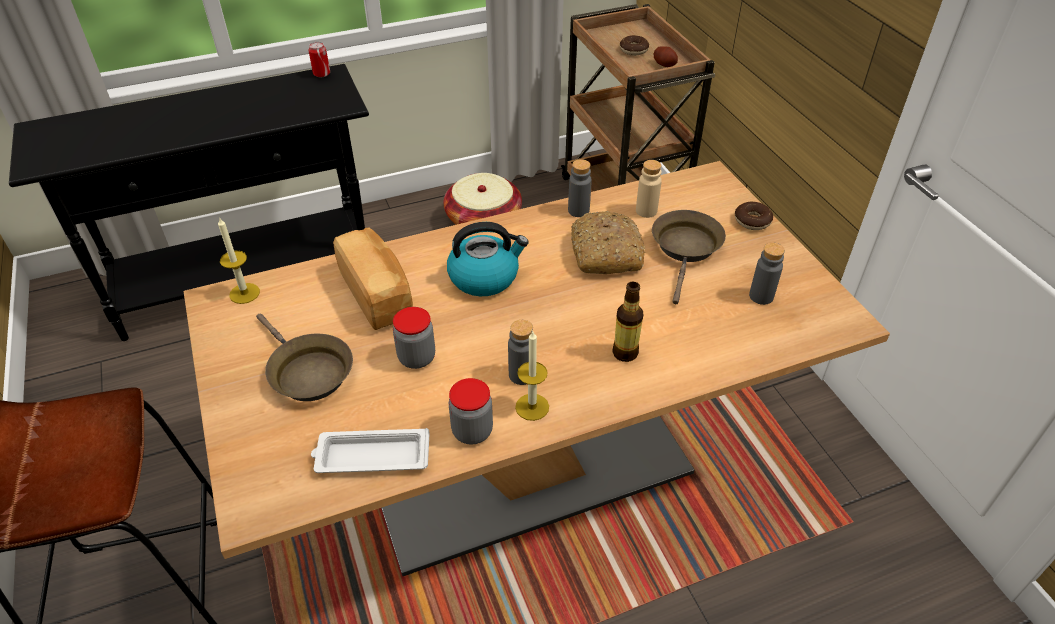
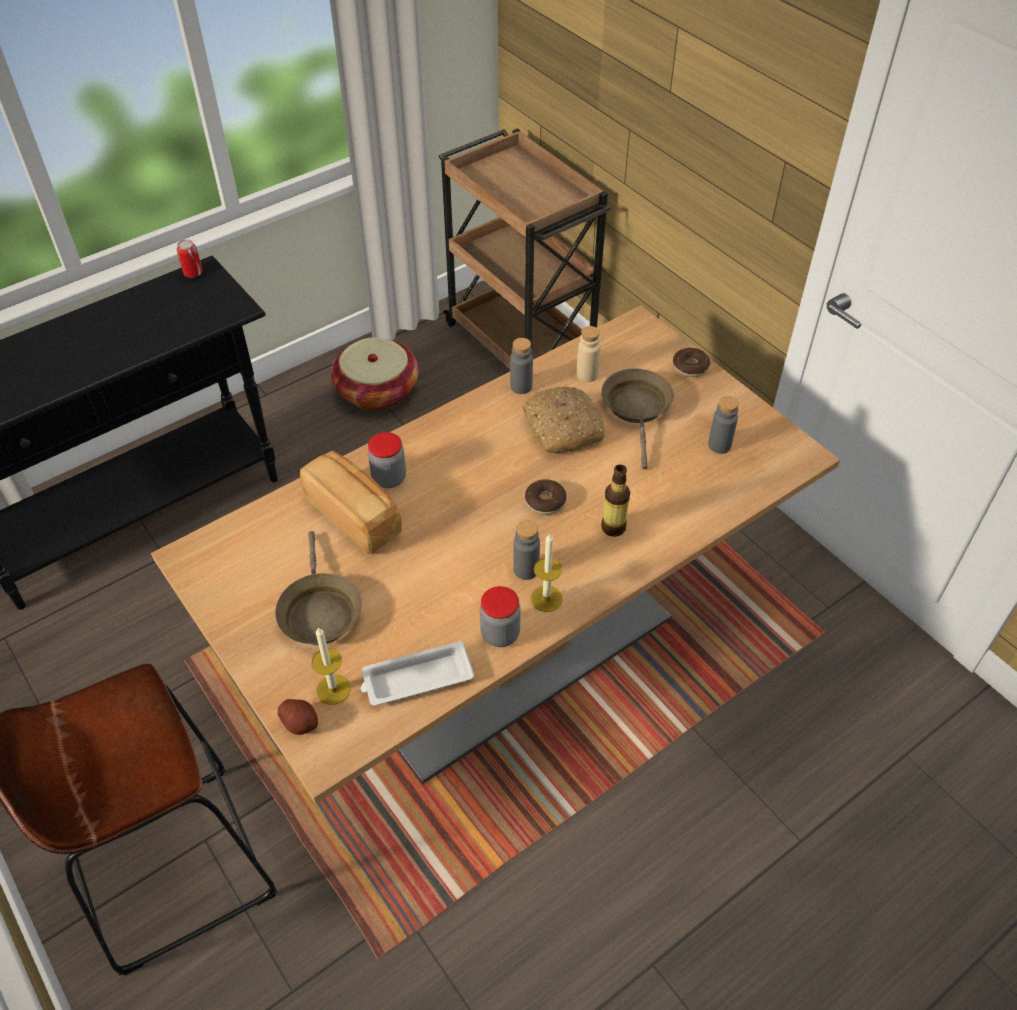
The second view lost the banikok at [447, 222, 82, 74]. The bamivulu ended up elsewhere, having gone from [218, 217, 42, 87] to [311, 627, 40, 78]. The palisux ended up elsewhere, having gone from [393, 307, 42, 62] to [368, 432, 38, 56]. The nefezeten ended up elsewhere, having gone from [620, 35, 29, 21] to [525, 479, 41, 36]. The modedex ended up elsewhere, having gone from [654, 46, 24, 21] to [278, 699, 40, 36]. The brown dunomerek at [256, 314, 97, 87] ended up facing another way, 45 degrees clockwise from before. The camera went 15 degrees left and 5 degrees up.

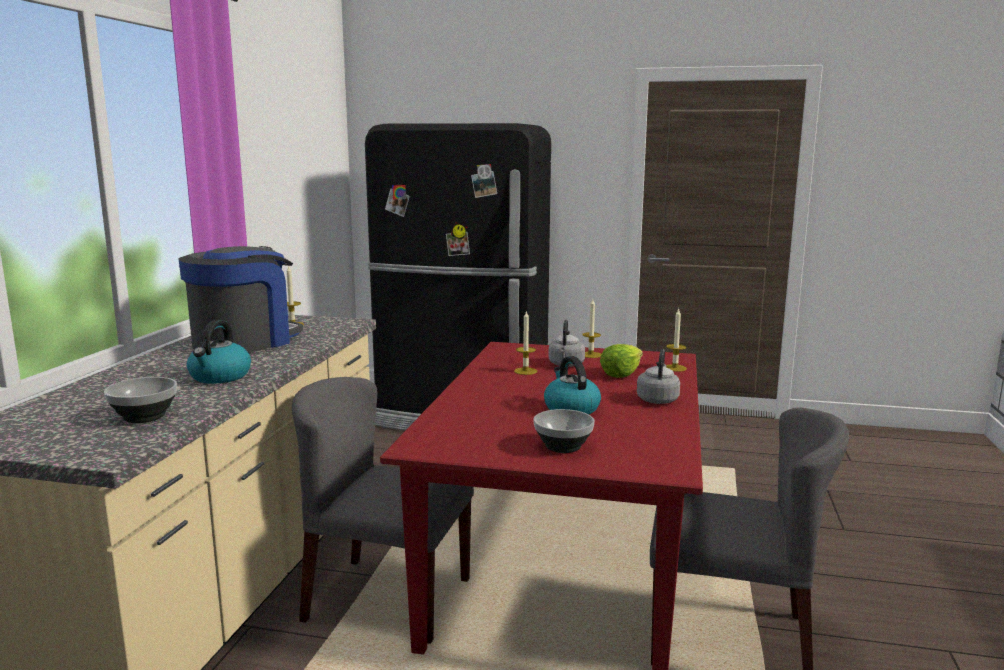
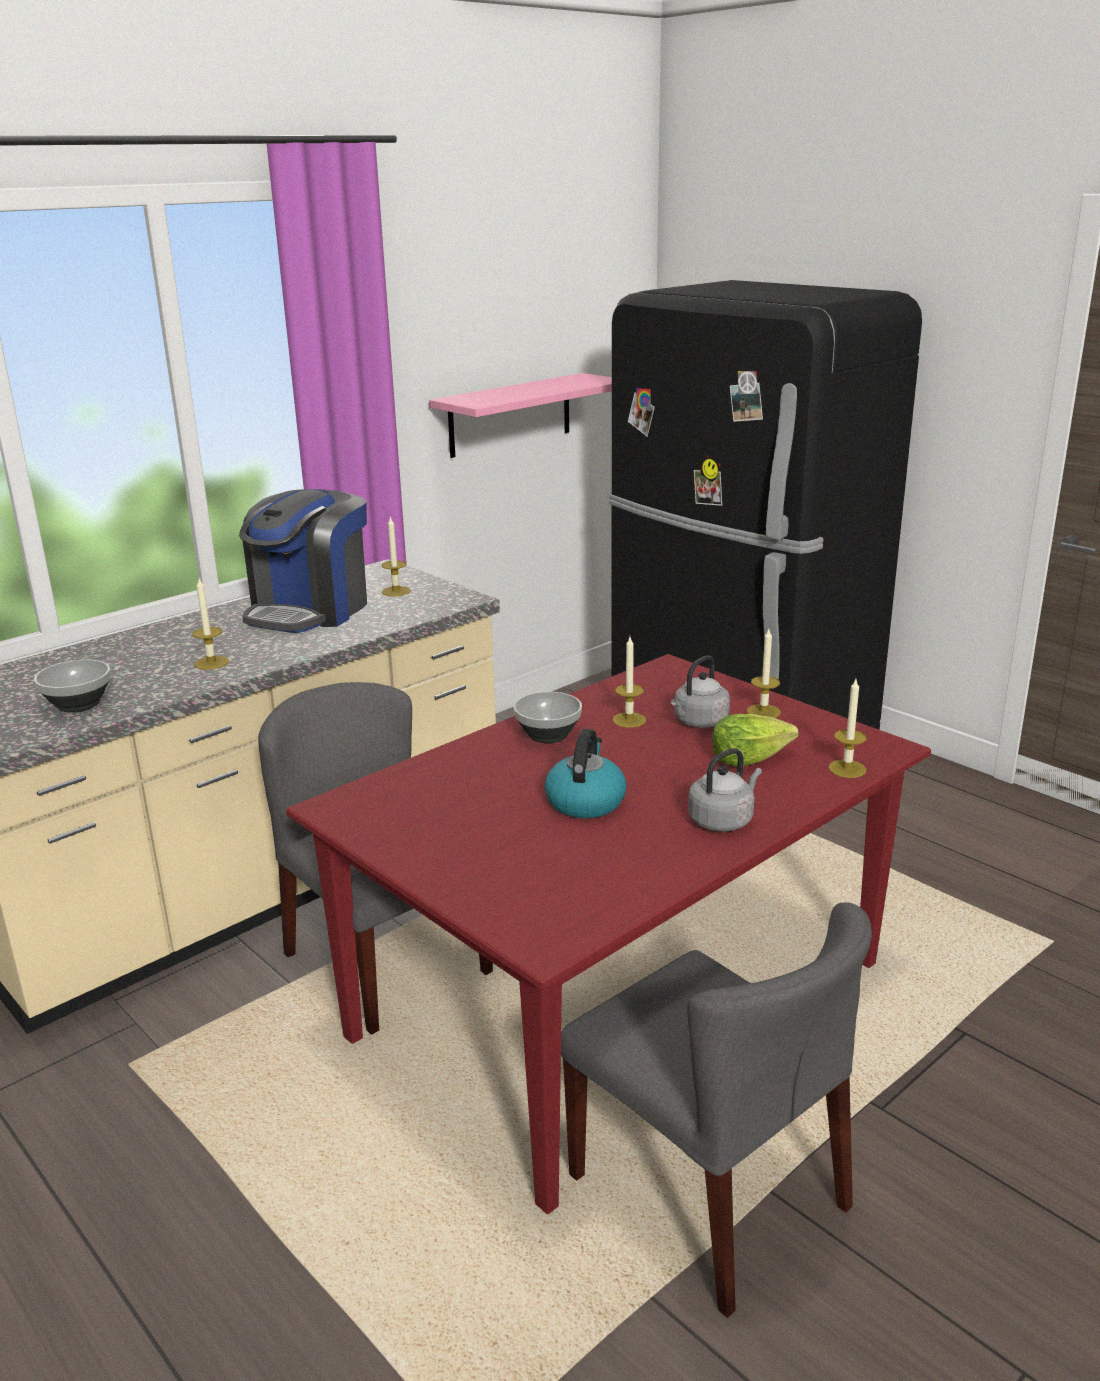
The second view gained the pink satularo at [429, 373, 183, 85]. The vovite ended up elsewhere, having gone from [533, 409, 62, 44] to [514, 692, 68, 51]. Where the banikok stood at [187, 320, 64, 64], the bamivulu came to stand at [192, 579, 37, 91]. The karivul at [178, 246, 125, 107] ended up facing another way, 135 degrees clockwise from before. The camera went 35 degrees right and 10 degrees up.

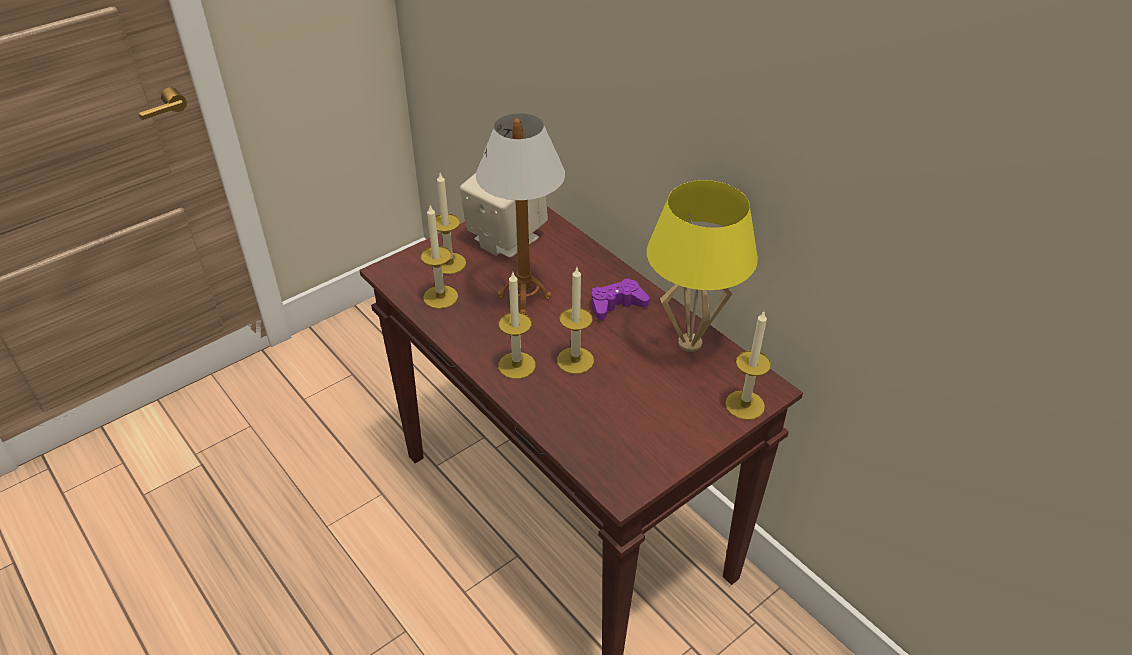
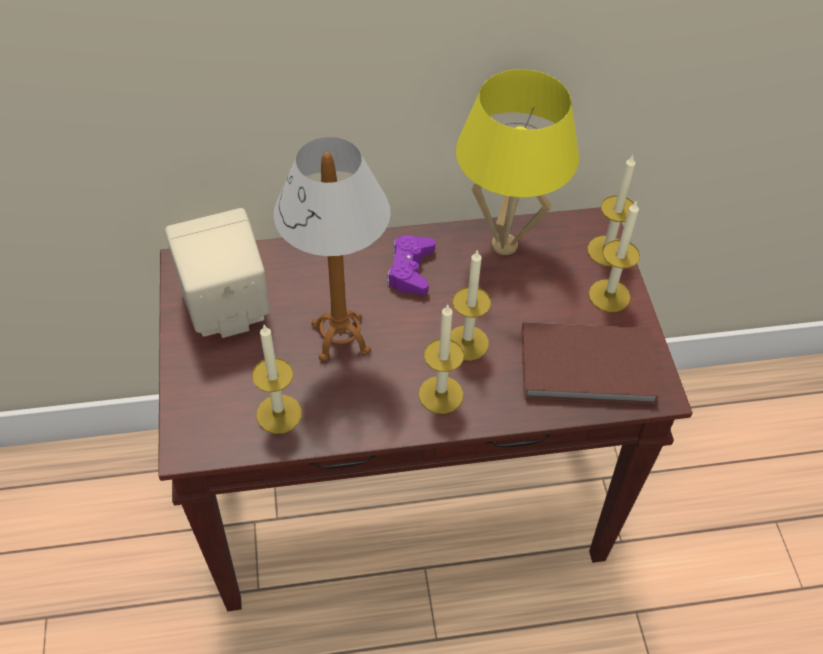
The second view gained the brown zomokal at [522, 322, 137, 83]. The bamivulu ended up elsewhere, having gone from [435, 173, 31, 101] to [589, 200, 51, 112]. The camera went 60 degrees left and 10 degrees up.

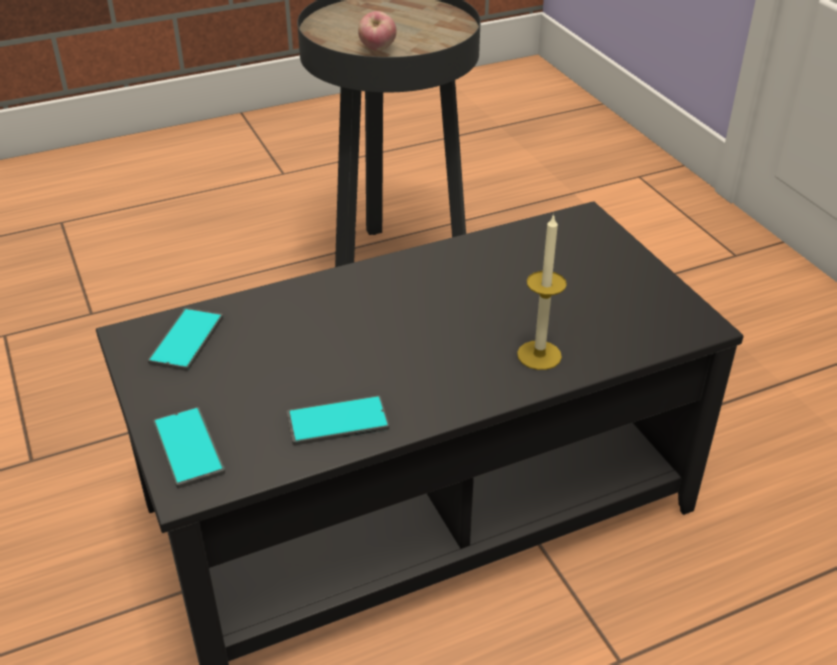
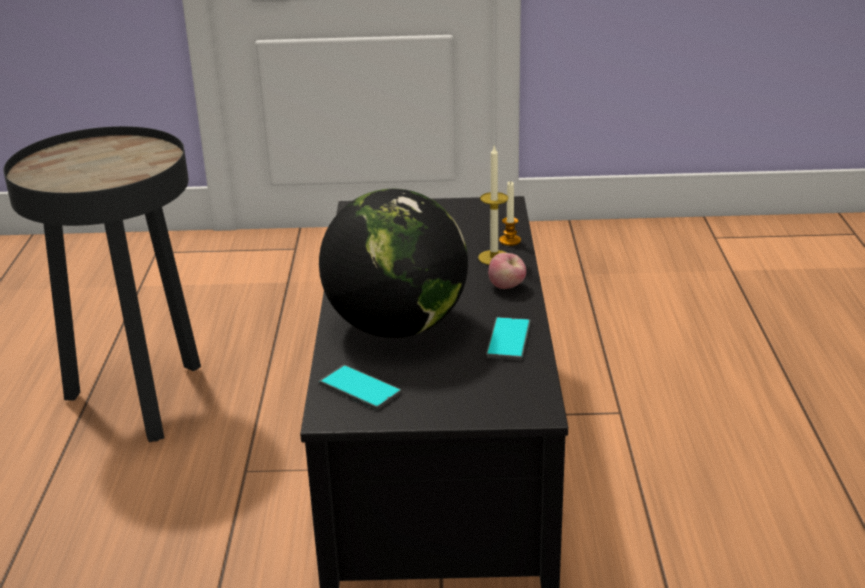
The second view lost the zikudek at [153, 407, 72, 81]. The second view gained the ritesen at [319, 189, 149, 149]. The second view gained the bamivulu at [499, 181, 22, 65]. The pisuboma ended up elsewhere, having gone from [358, 11, 38, 40] to [488, 253, 38, 36]. The camera went 65 degrees left and 10 degrees down.

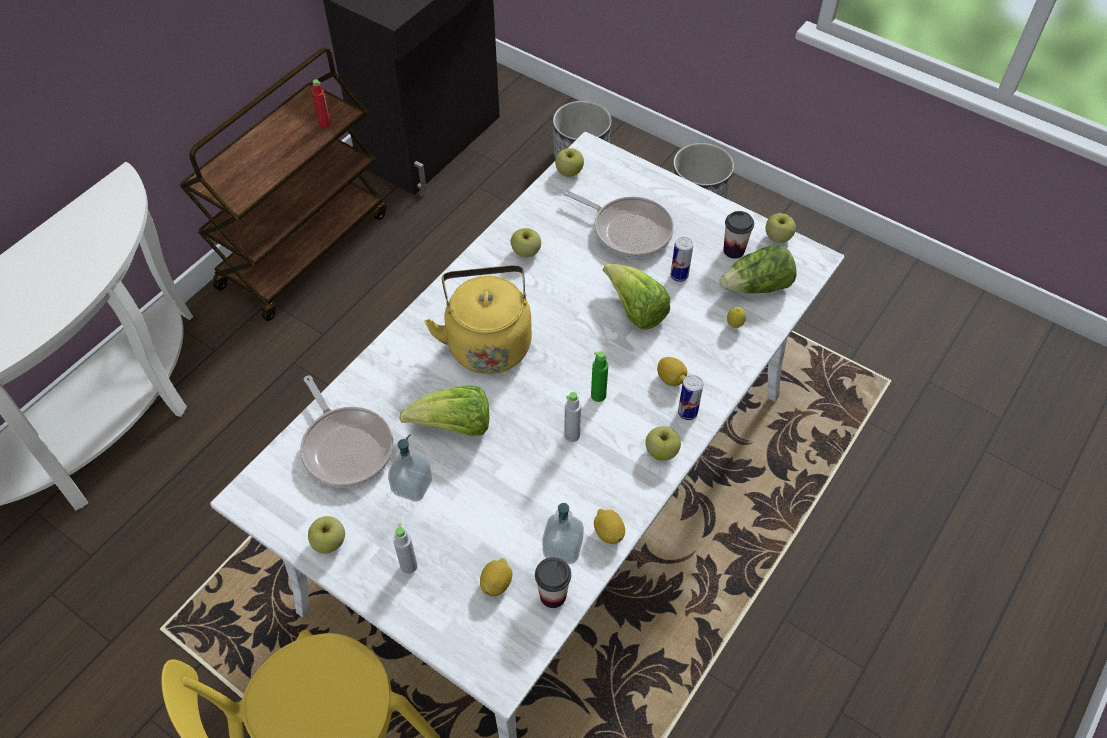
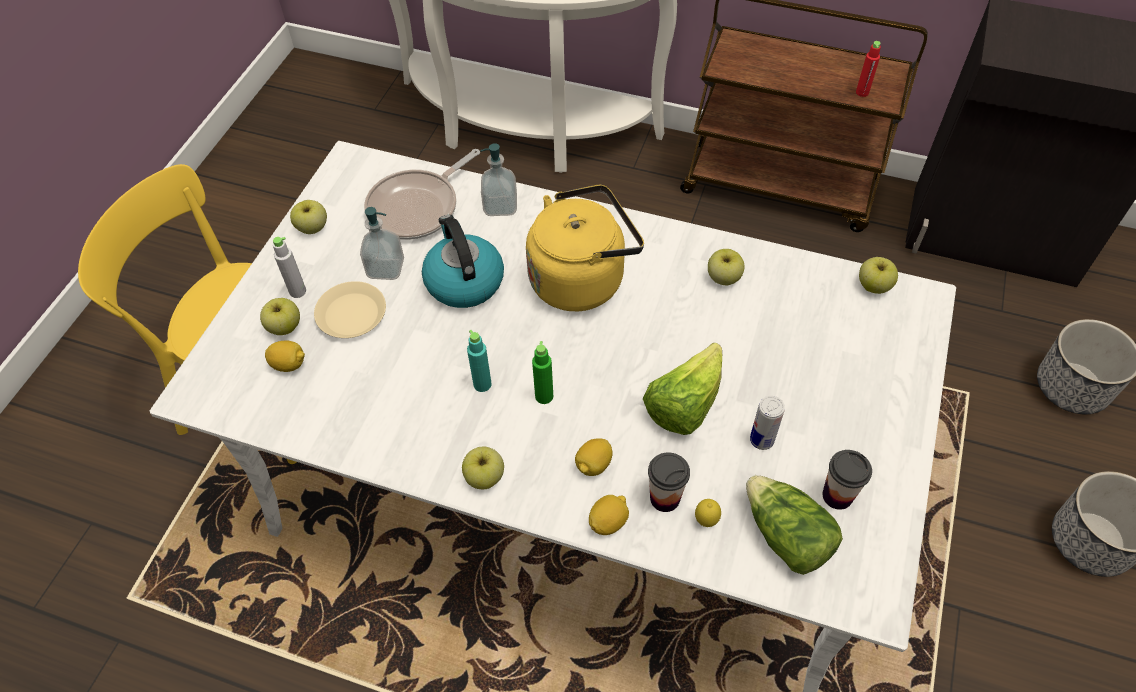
The second view lost the dunomerek at [563, 190, 111, 68]. The second view lost the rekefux at [678, 375, 26, 45]. The second view gained the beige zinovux at [314, 281, 72, 57]. The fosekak ended up elsewhere, having gone from [535, 557, 36, 51] to [648, 452, 42, 60]. The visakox ended up elsewhere, having gone from [543, 503, 41, 61] to [480, 143, 37, 73]. The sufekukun ended up elsewhere, having gone from [594, 509, 31, 35] to [589, 495, 40, 40]. The pisuboma ended up elsewhere, having gone from [766, 213, 30, 30] to [260, 298, 40, 37]. Where the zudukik stood at [399, 385, 90, 52], the banikok came to stand at [422, 215, 82, 93]. What was the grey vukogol at [564, 392, 17, 50] turned into the turquoise vukogol at [467, 330, 25, 62]. The camera went 75 degrees right and 0 degrees up.

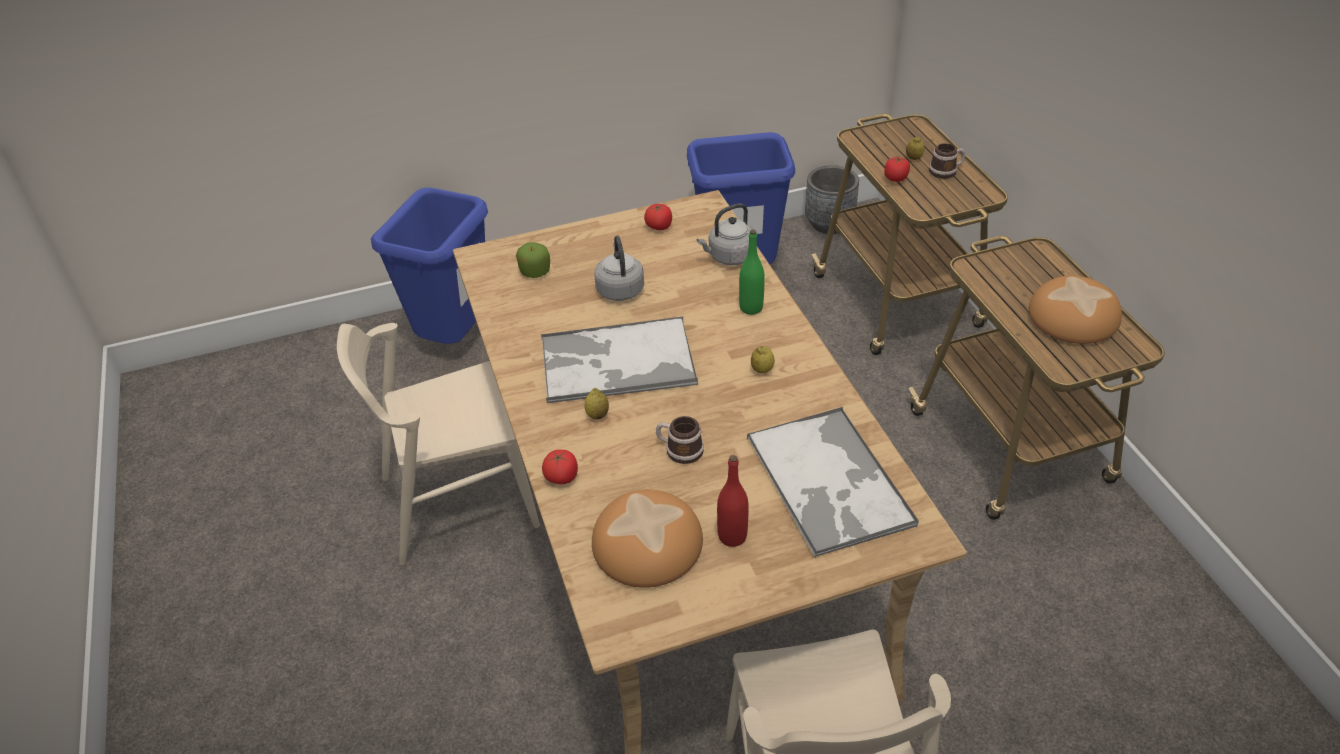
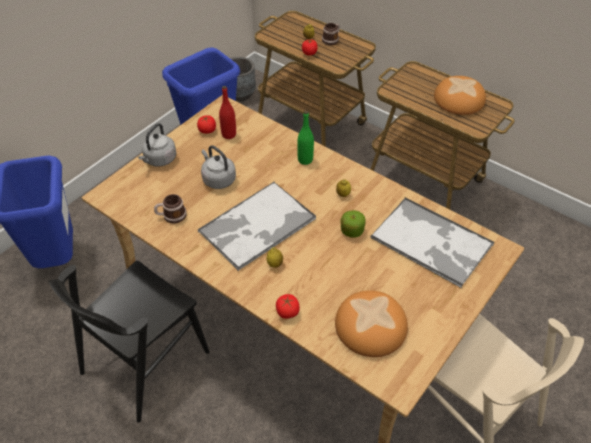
The pisuboma ended up elsewhere, having gone from [516, 242, 34, 36] to [340, 210, 26, 28]. The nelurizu ended up elsewhere, having gone from [656, 416, 48, 48] to [154, 194, 33, 29]. The grey banikok ended up elsewhere, having gone from [697, 203, 56, 62] to [138, 123, 38, 43]. The red vukogol ended up elsewhere, having gone from [717, 455, 32, 92] to [219, 86, 17, 53]. What was the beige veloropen at [337, 323, 203, 242] turned into the black veloropen at [49, 261, 160, 162]. The camera went 35 degrees left and 5 degrees up.

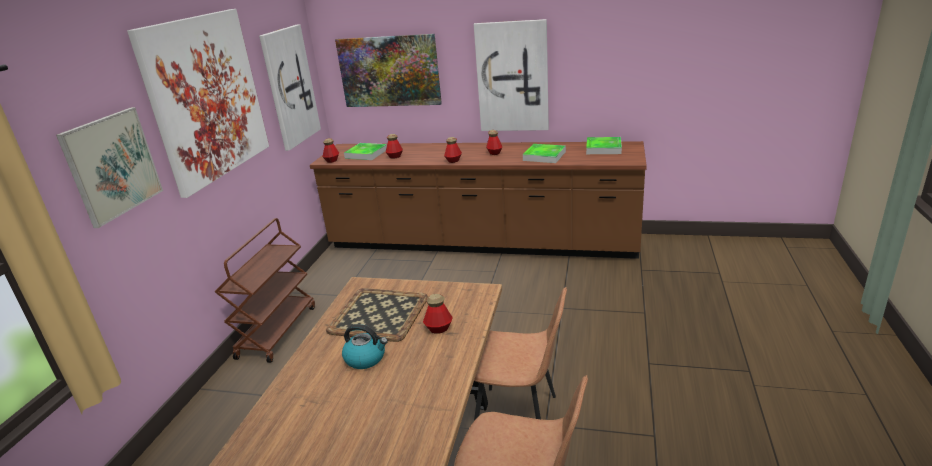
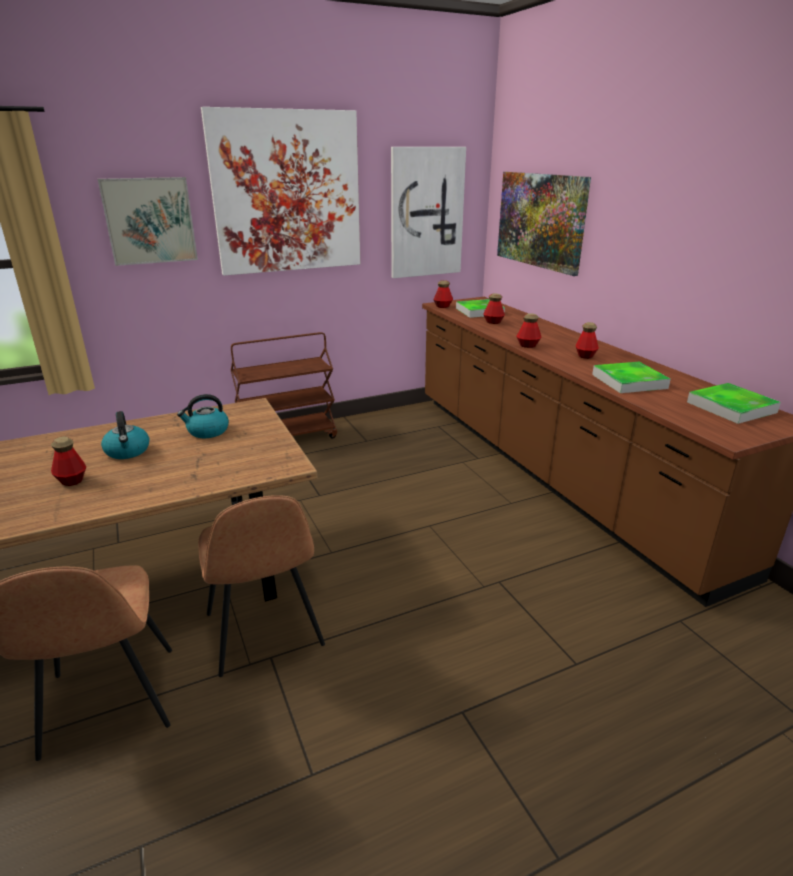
The second view lost the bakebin at [474, 19, 75, 112]. The vukogol ended up elsewhere, having gone from [423, 294, 30, 40] to [51, 437, 35, 49]. Where the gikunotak stood at [326, 288, 102, 54], the banikok came to stand at [177, 394, 52, 44]. The camera went 50 degrees right and 0 degrees up.

